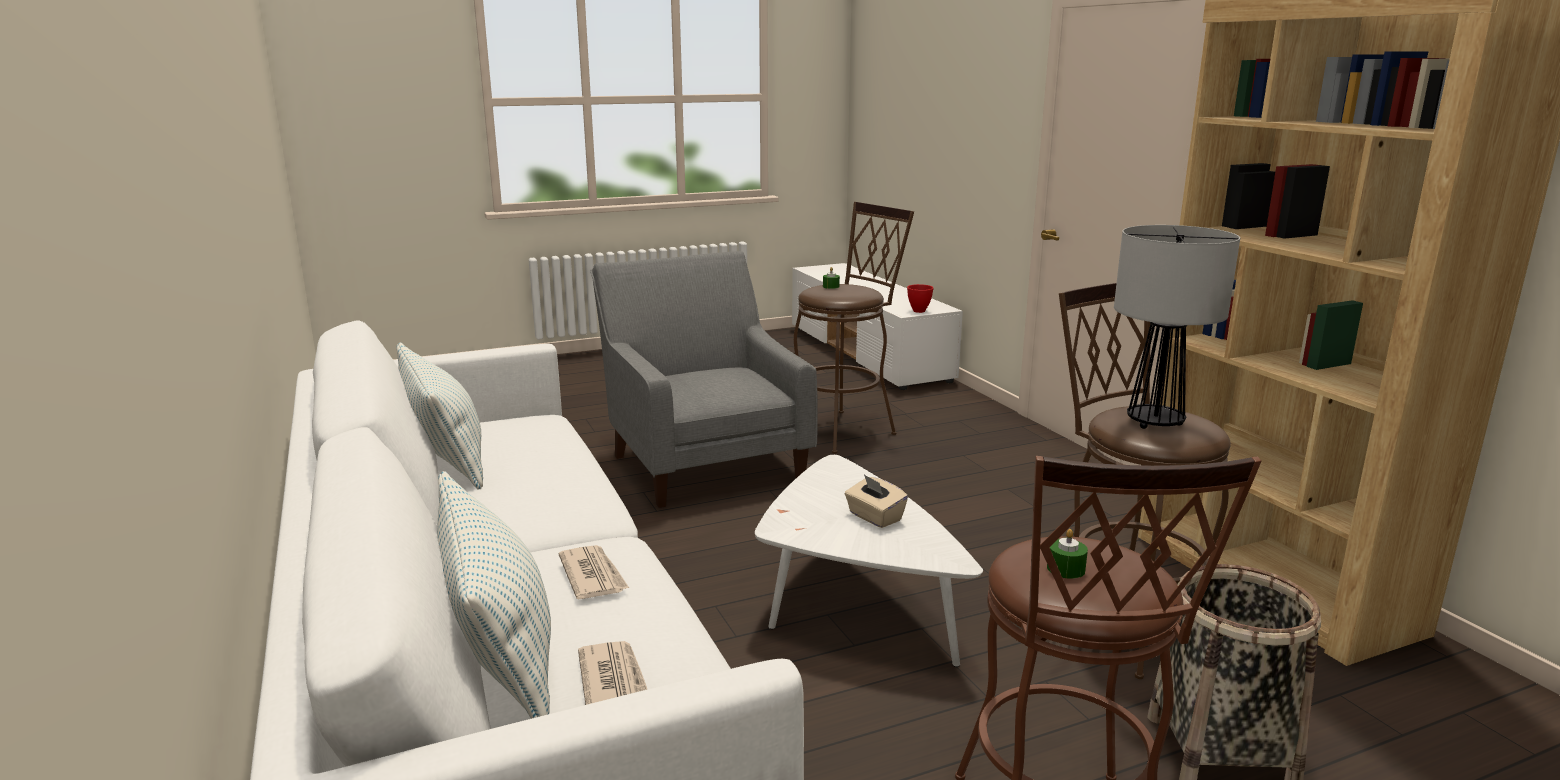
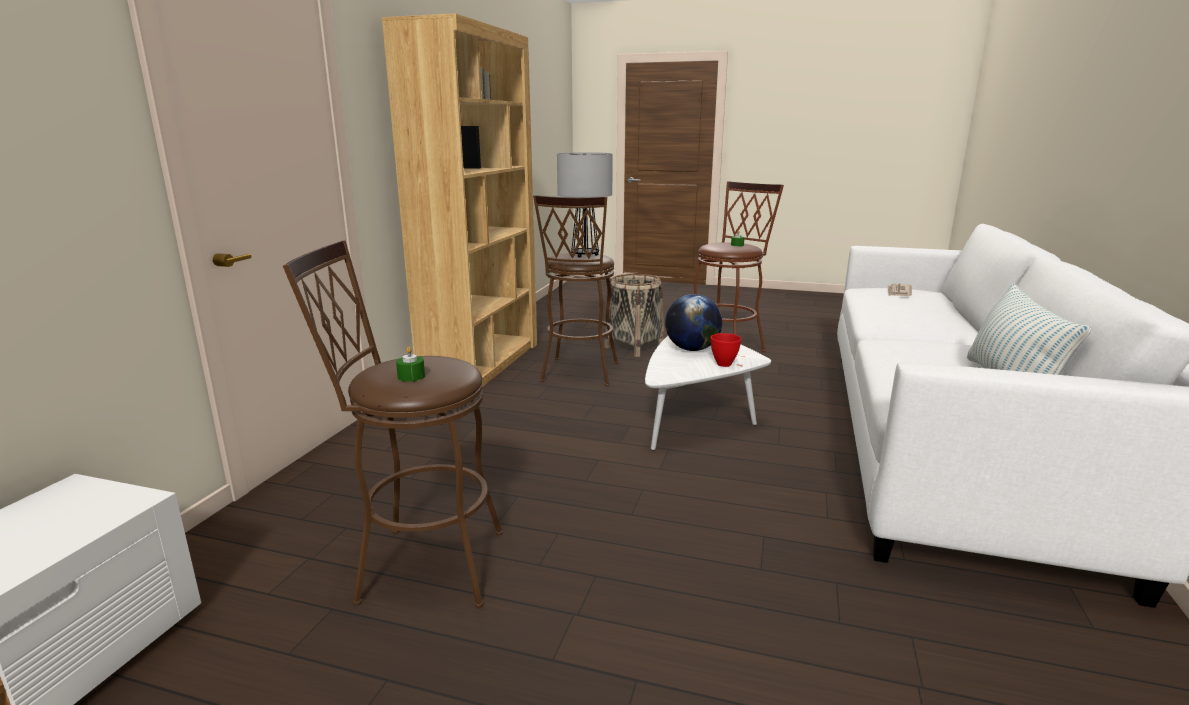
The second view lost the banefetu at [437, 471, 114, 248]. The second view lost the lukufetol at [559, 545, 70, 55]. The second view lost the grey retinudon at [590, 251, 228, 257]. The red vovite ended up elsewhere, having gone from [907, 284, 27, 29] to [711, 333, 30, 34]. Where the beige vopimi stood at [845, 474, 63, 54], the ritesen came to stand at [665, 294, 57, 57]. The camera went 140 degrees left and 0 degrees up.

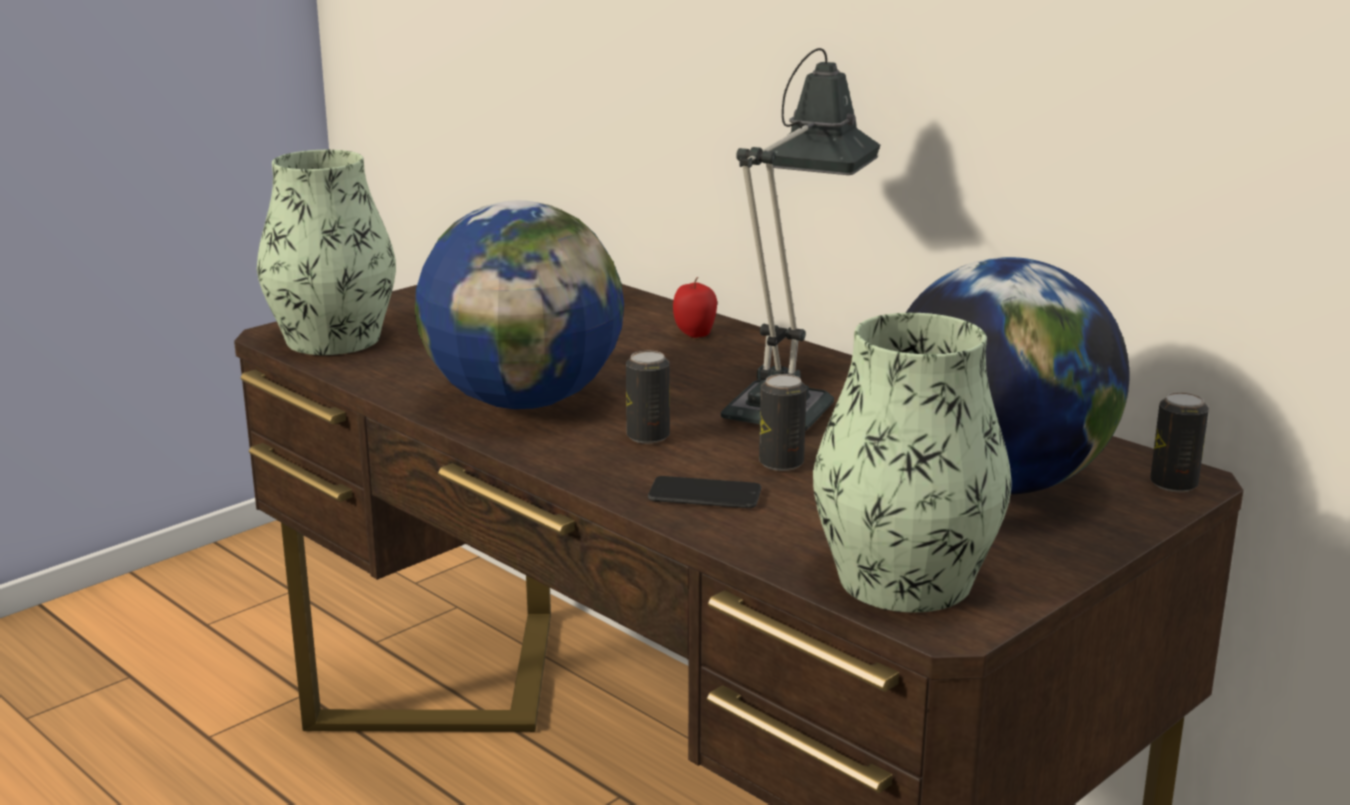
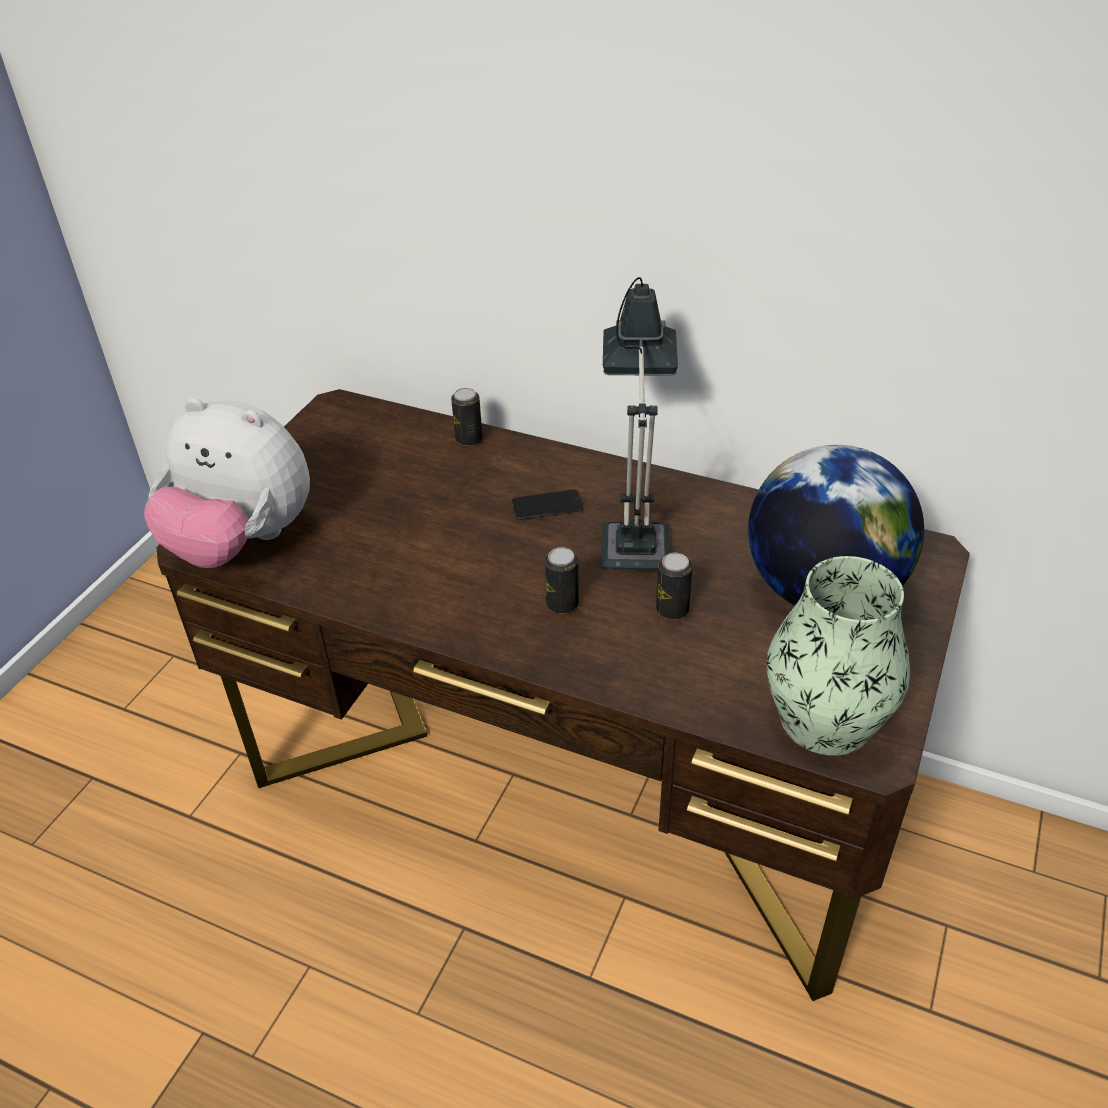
The second view lost the ritesen at [415, 200, 209, 209]. The second view lost the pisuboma at [673, 277, 44, 61]. The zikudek ended up elsewhere, having gone from [648, 476, 114, 32] to [511, 489, 72, 31]. The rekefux ended up elsewhere, having gone from [1150, 392, 59, 100] to [451, 388, 32, 58]. Where the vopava stood at [257, 150, 139, 205], the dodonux came to stand at [144, 398, 166, 170]. The camera went 20 degrees left and 20 degrees up.

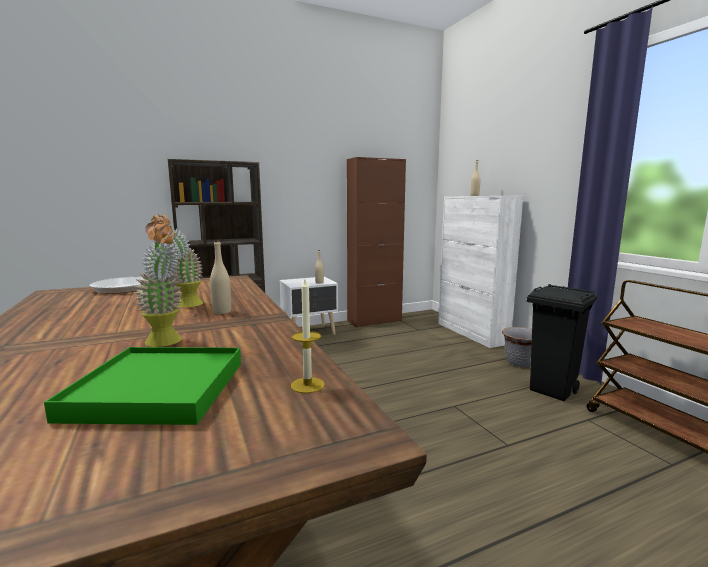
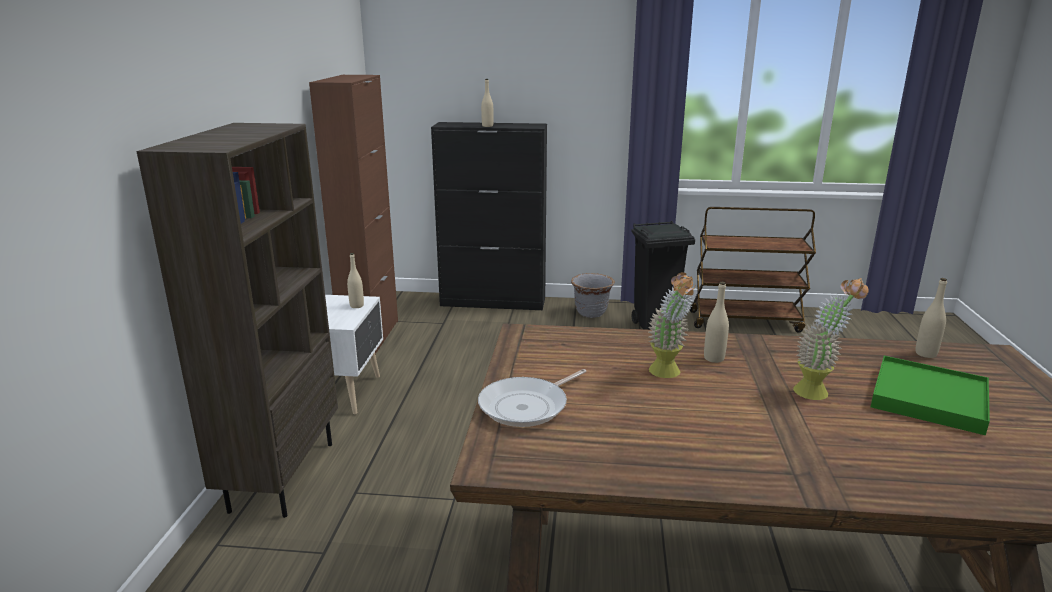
Where the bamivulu stood at [291, 279, 34, 114], the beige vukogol came to stand at [915, 278, 32, 80]. What was the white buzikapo at [438, 196, 85, 152] turned into the black buzikapo at [431, 122, 116, 188]. The camera went 60 degrees left and 10 degrees up.

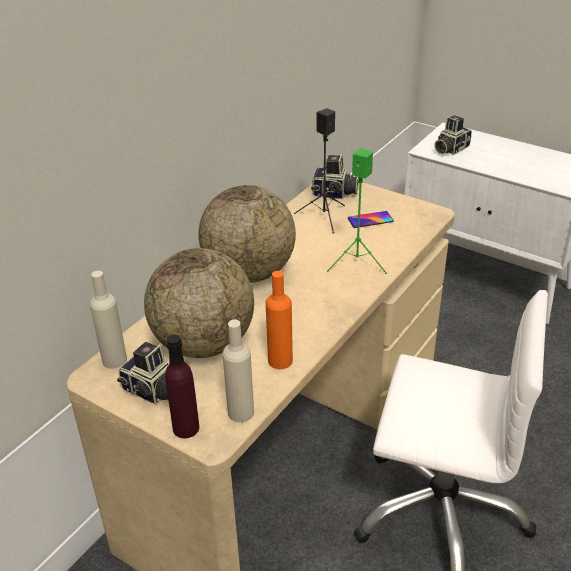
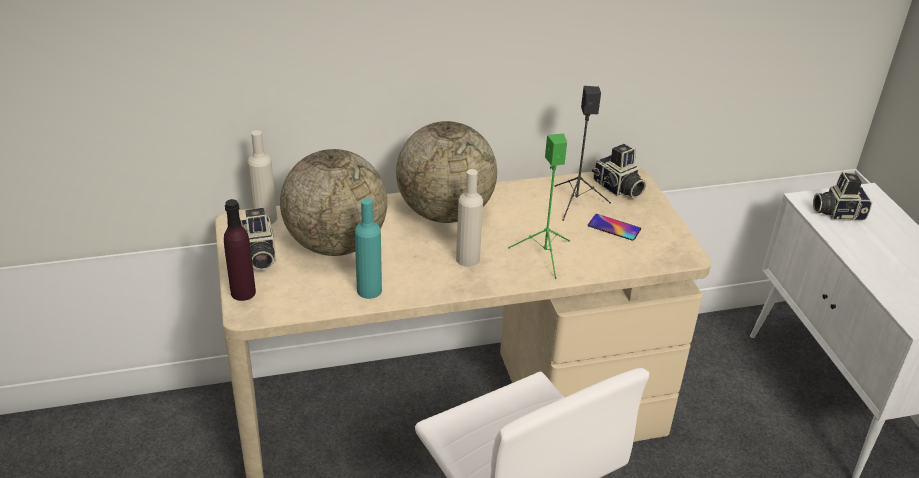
The beige vukogol ended up elsewhere, having gone from [222, 319, 32, 103] to [456, 169, 27, 98]. What was the orange vukogol at [266, 271, 27, 98] turned into the turquoise vukogol at [355, 198, 27, 101]. The camera went 40 degrees right and 0 degrees up.

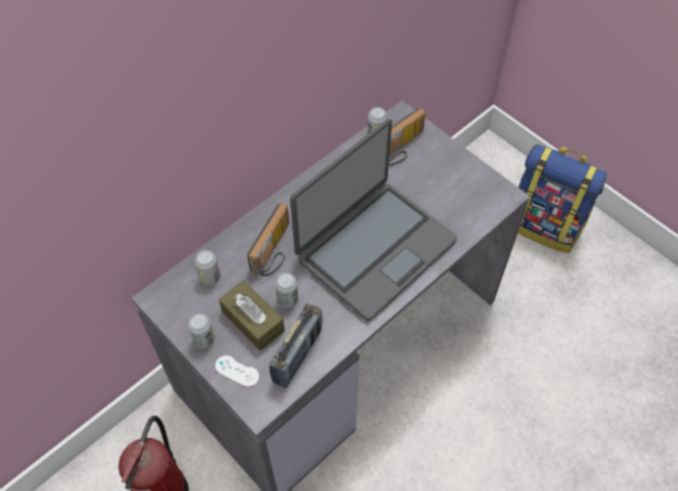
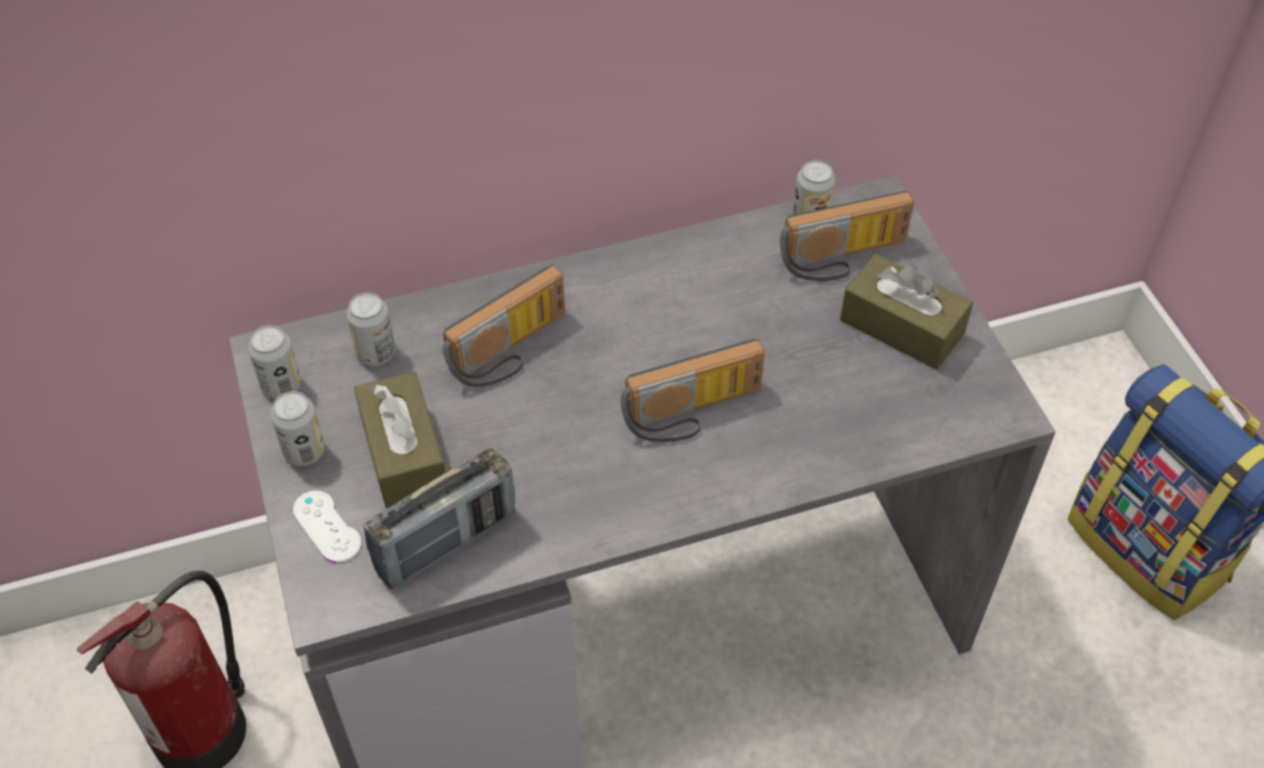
The second view gained the brown vopimi at [840, 254, 133, 116]. The rekefux ended up elsewhere, having gone from [275, 273, 23, 35] to [248, 325, 53, 74]. Where the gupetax stood at [290, 119, 167, 202], the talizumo came to stand at [621, 339, 144, 103]. The camera went 25 degrees right and 5 degrees down.

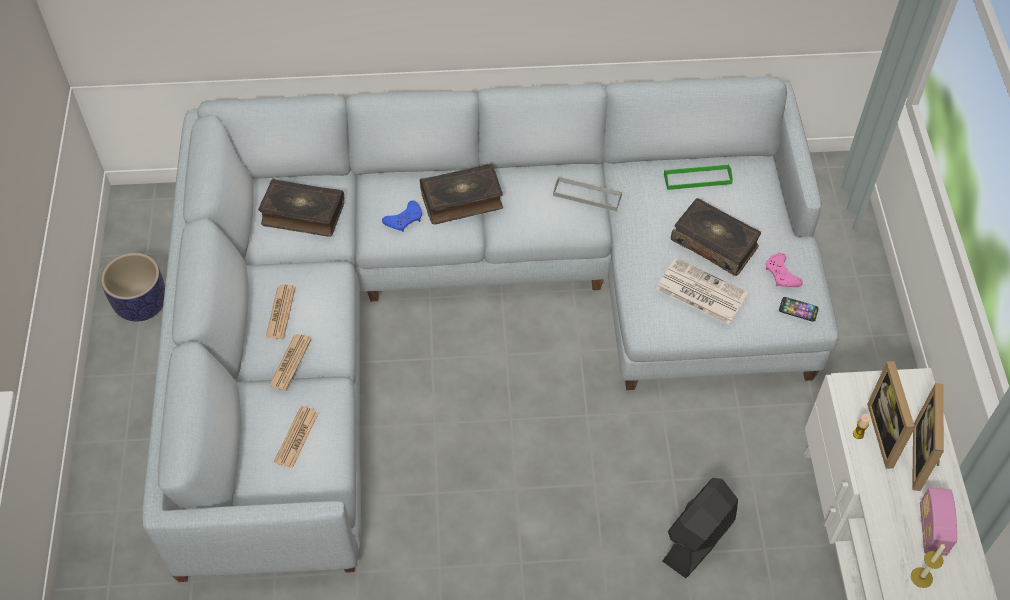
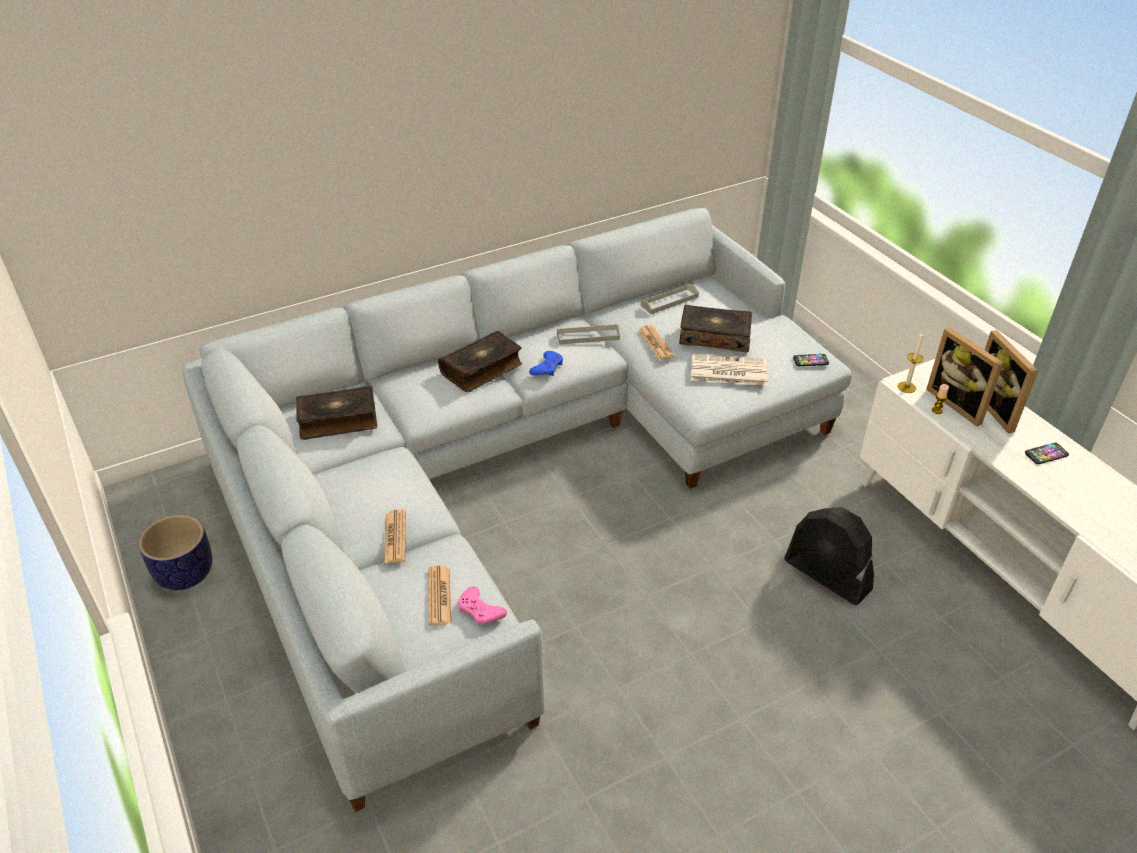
The lukufetol ended up elsewhere, having gone from [266, 285, 30, 54] to [638, 325, 36, 35]. The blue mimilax ended up elsewhere, having gone from [382, 200, 40, 32] to [529, 351, 34, 25]. The pink mimilax ended up elsewhere, having gone from [766, 253, 37, 34] to [458, 586, 49, 40]. The bamivulu ended up elsewhere, having gone from [911, 544, 34, 44] to [898, 331, 26, 62]. Where the talizumo stood at [920, 488, 37, 68], the zikudek came to stand at [1025, 443, 44, 21]. What was the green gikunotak at [664, 164, 69, 26] turned into the grey gikunotak at [641, 284, 58, 30]. The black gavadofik at [662, 478, 76, 100] ended up facing another way, 60 degrees counterclockwise from before. The camera went 25 degrees left and 15 degrees down.

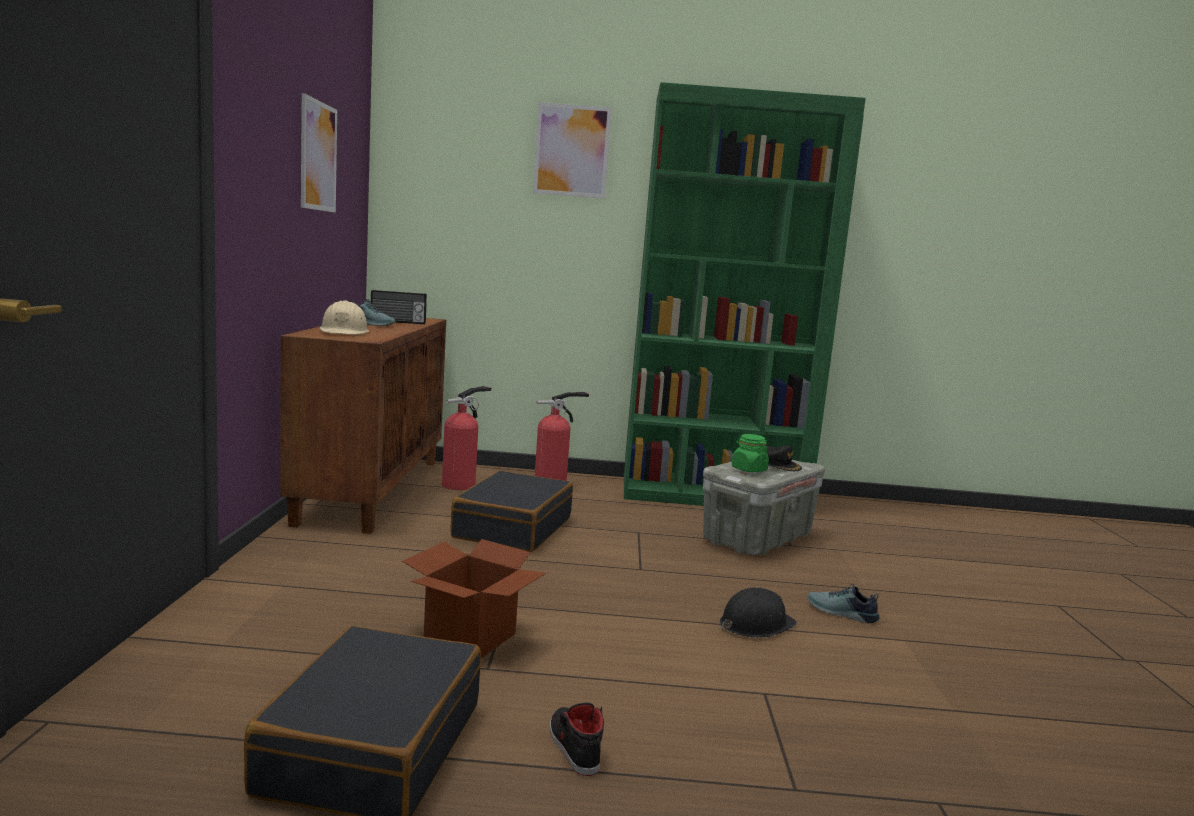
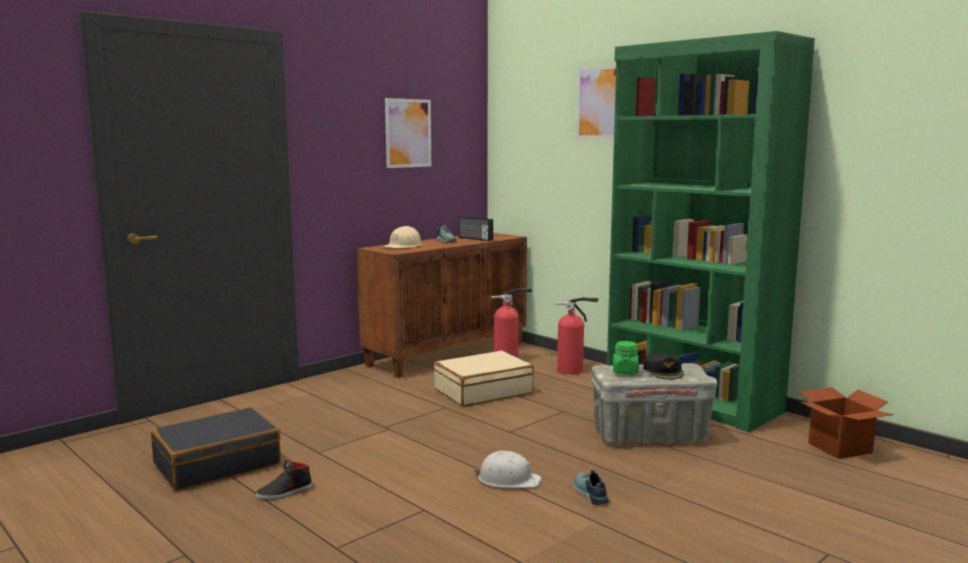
The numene ended up elsewhere, having gone from [402, 539, 144, 119] to [799, 387, 95, 72]. What was the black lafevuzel at [451, 471, 122, 81] turned into the beige lafevuzel at [434, 350, 100, 57]. What was the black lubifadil at [720, 588, 77, 50] turned into the white lubifadil at [474, 451, 67, 37]. The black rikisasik at [550, 702, 54, 74] ended up facing another way, 150 degrees counterclockwise from before. The camera went 45 degrees right and 0 degrees up.

